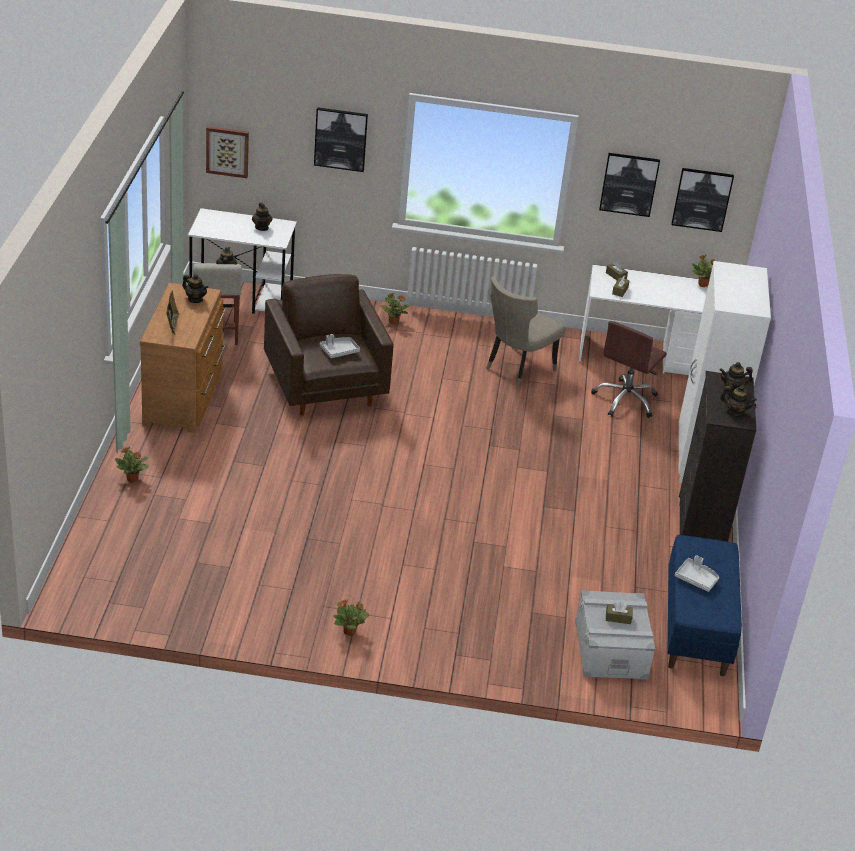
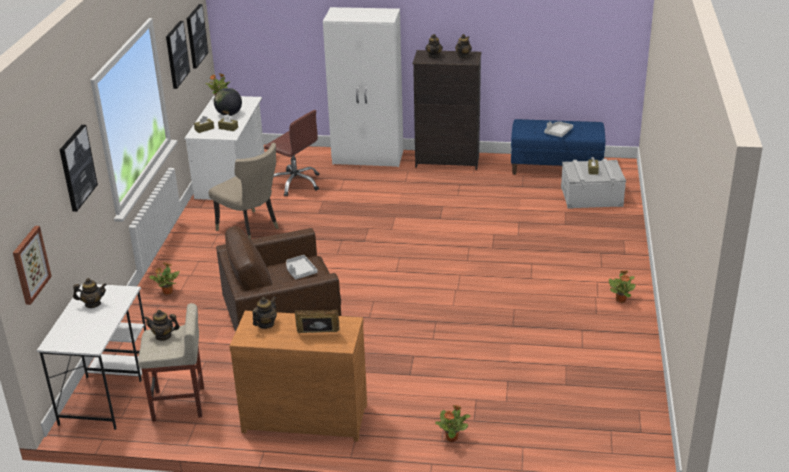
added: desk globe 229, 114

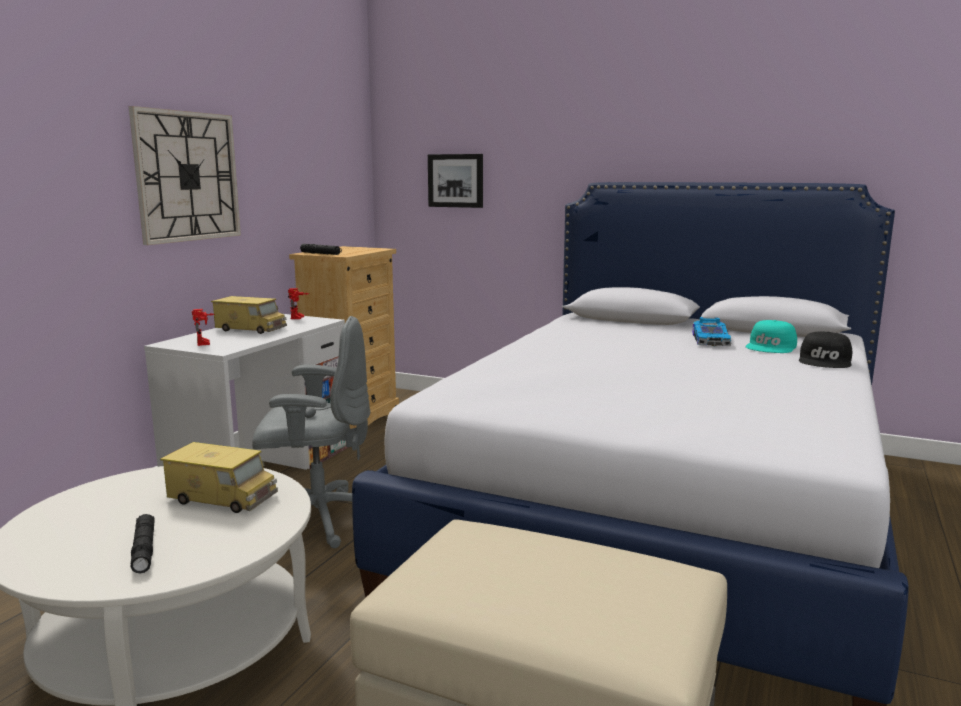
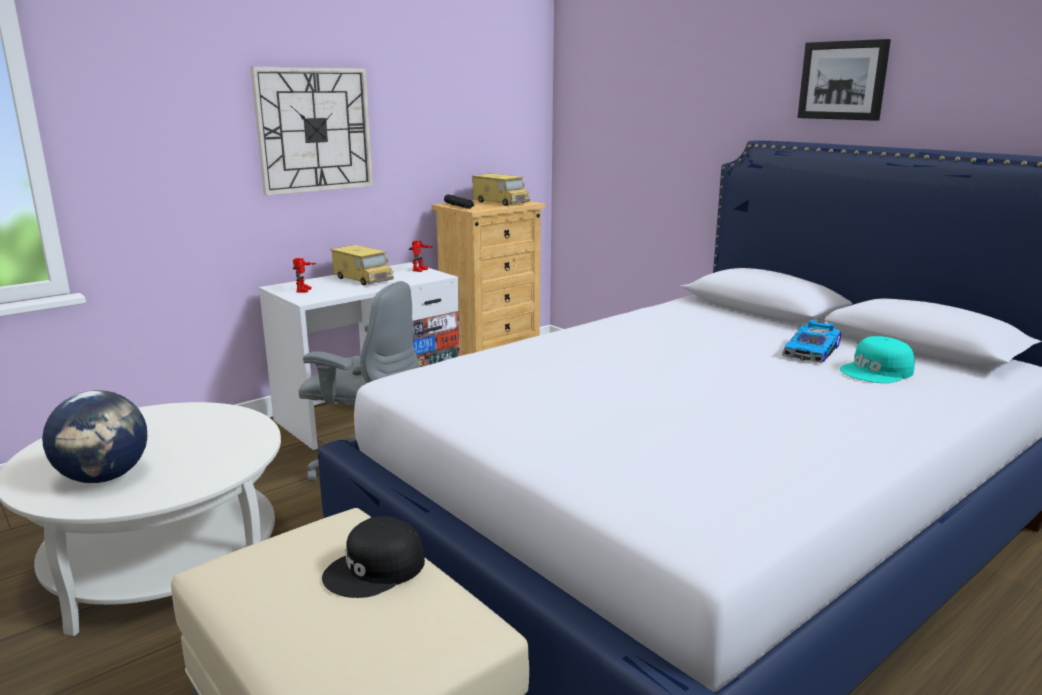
moved: model truck 222, 498 to 501, 202; wall picture 456, 180 to 843, 80; black-coloured cap 826, 360 to 376, 569
replaced: black-coloured torch 144, 549 to desk globe 105, 477

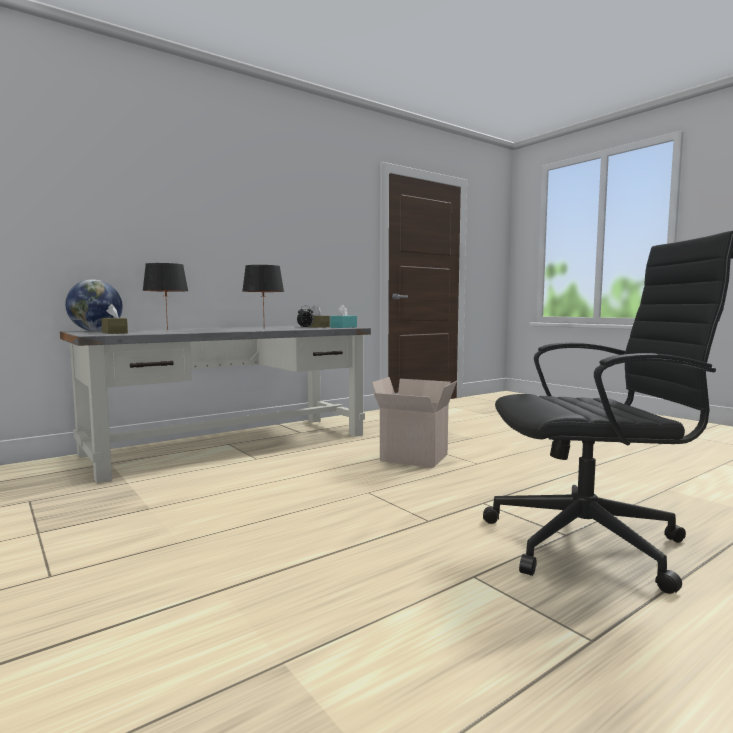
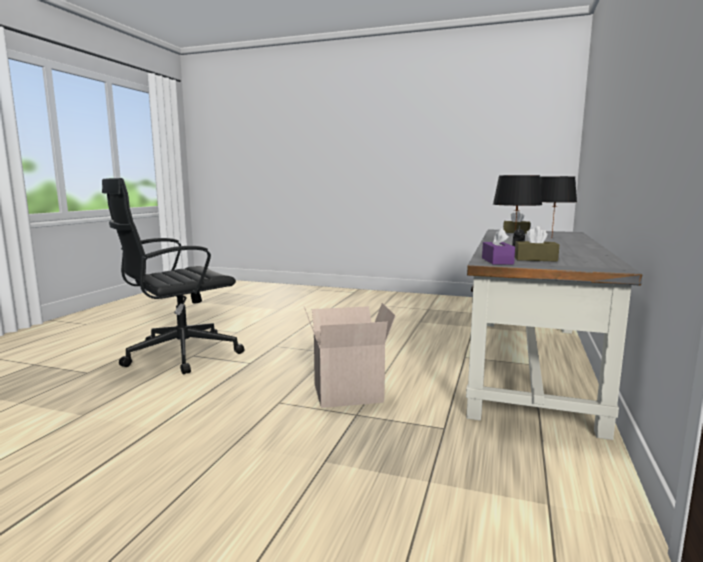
removed: desk globe 95, 331
recoloured: turquoise-coloured tissue holder 343, 327 to purple-coloured tissue holder 497, 261

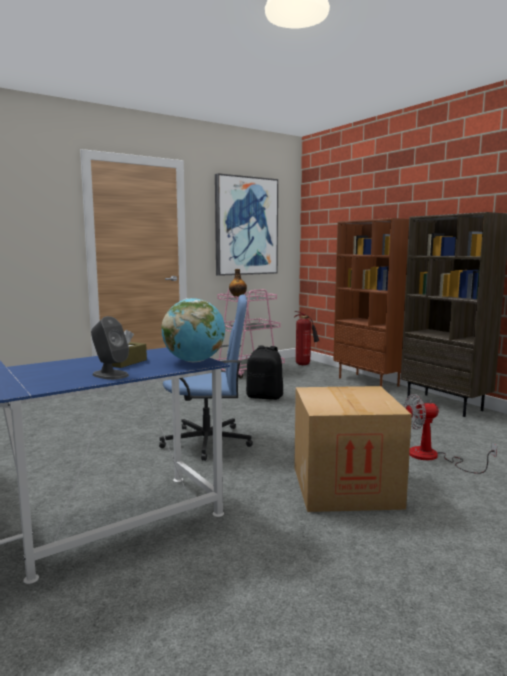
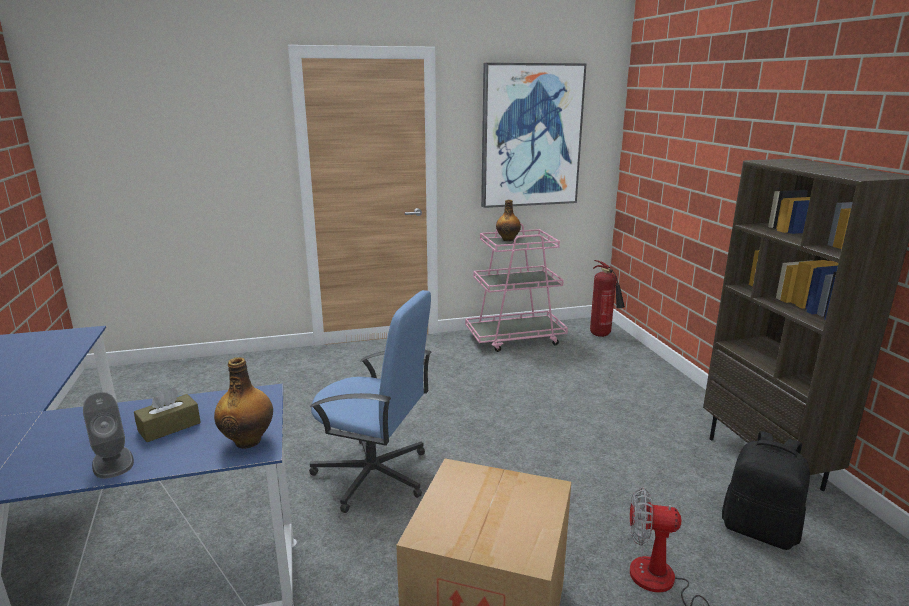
removed: brown-coloured shelving unit 369, 382
moved: black-coloured knapsack 265, 397 to 759, 529
replaced: desk globe 194, 361 to beverage bottle 248, 440

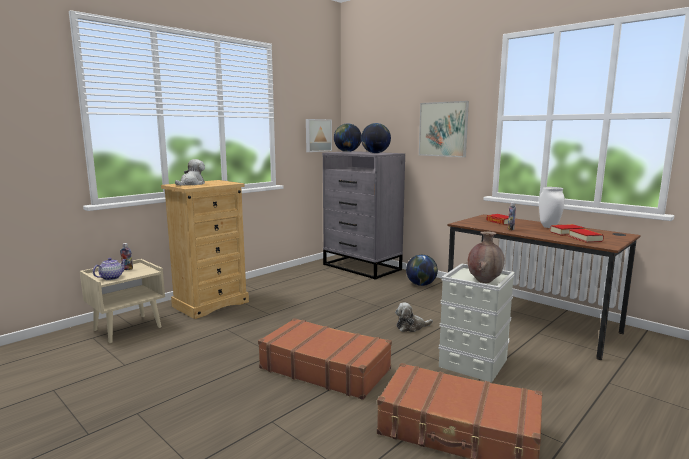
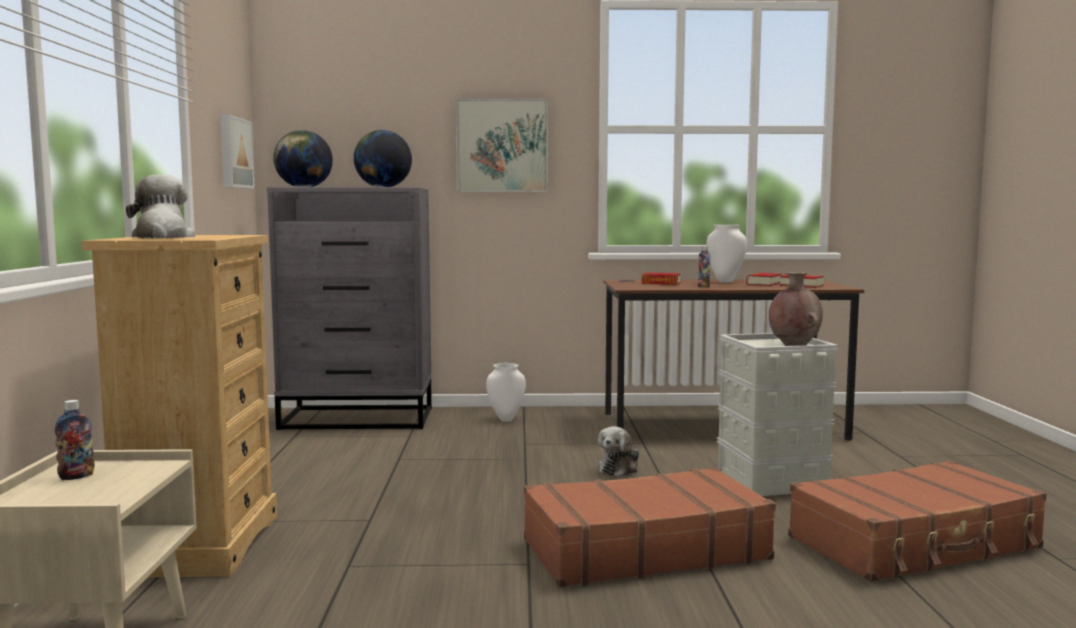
removed: tea pot 111, 278
replaced: desk globe 421, 284 to whitish decorative vase 506, 419

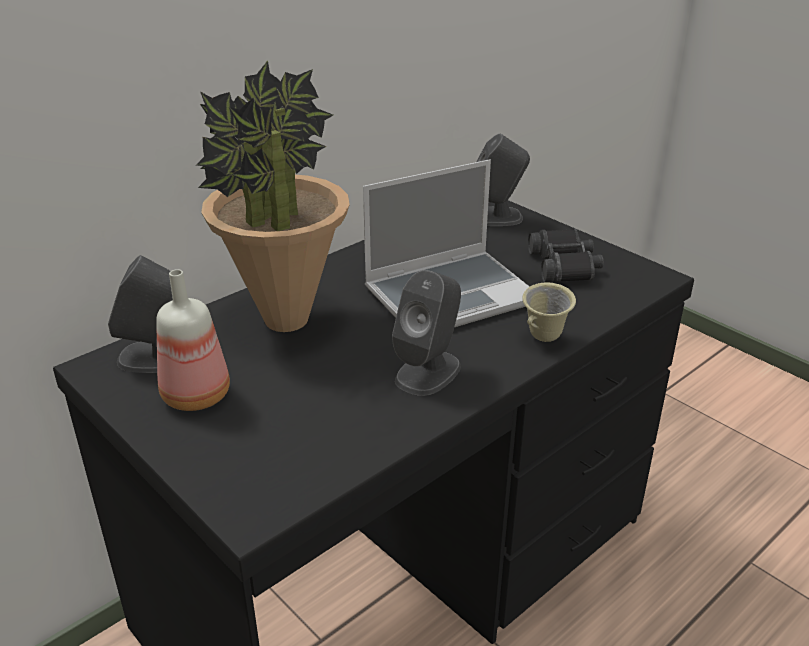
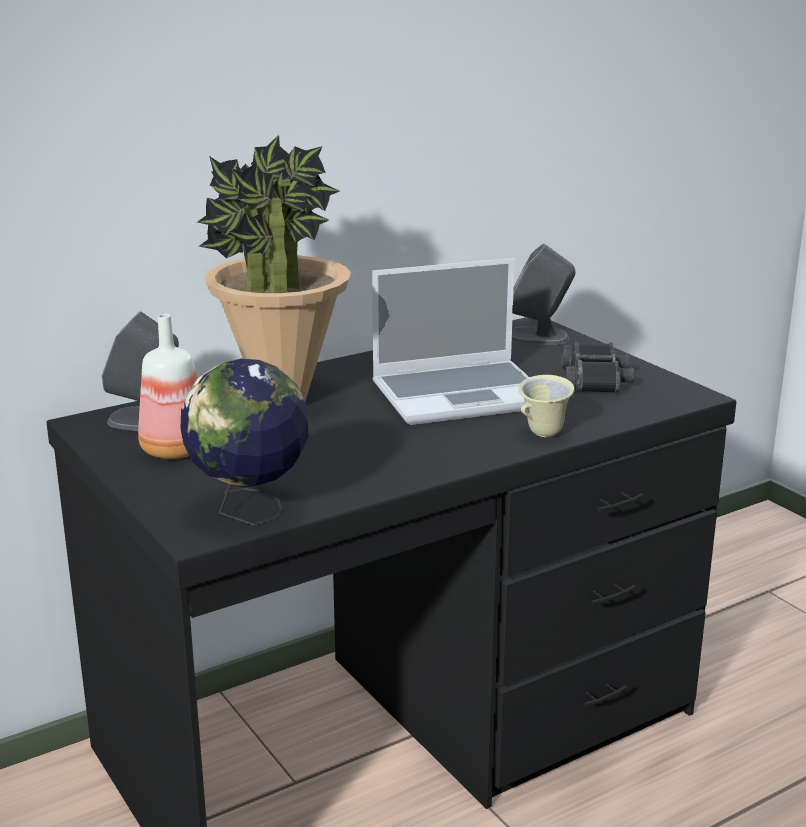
removed: grey loudspeaker 428, 372
added: desk globe 250, 511

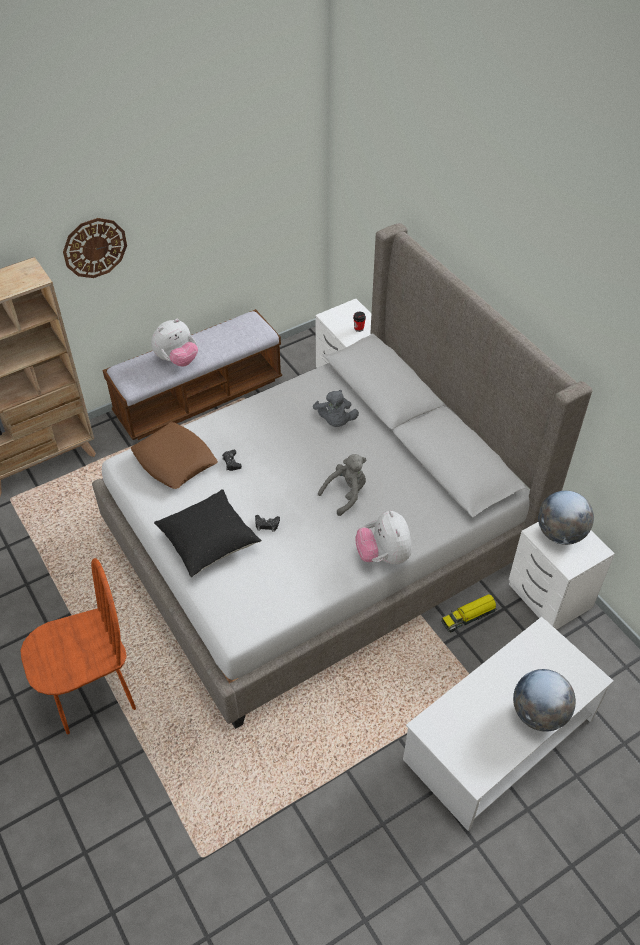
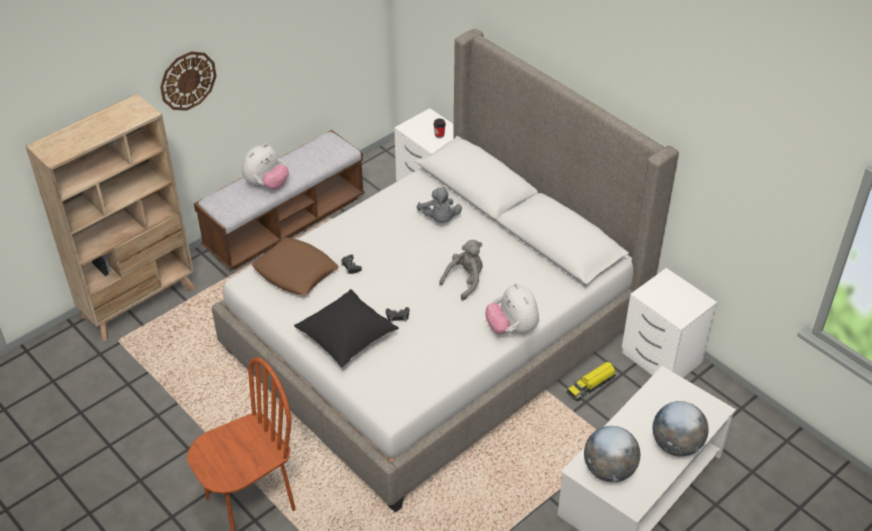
moved: desk globe 560, 533 to 609, 470

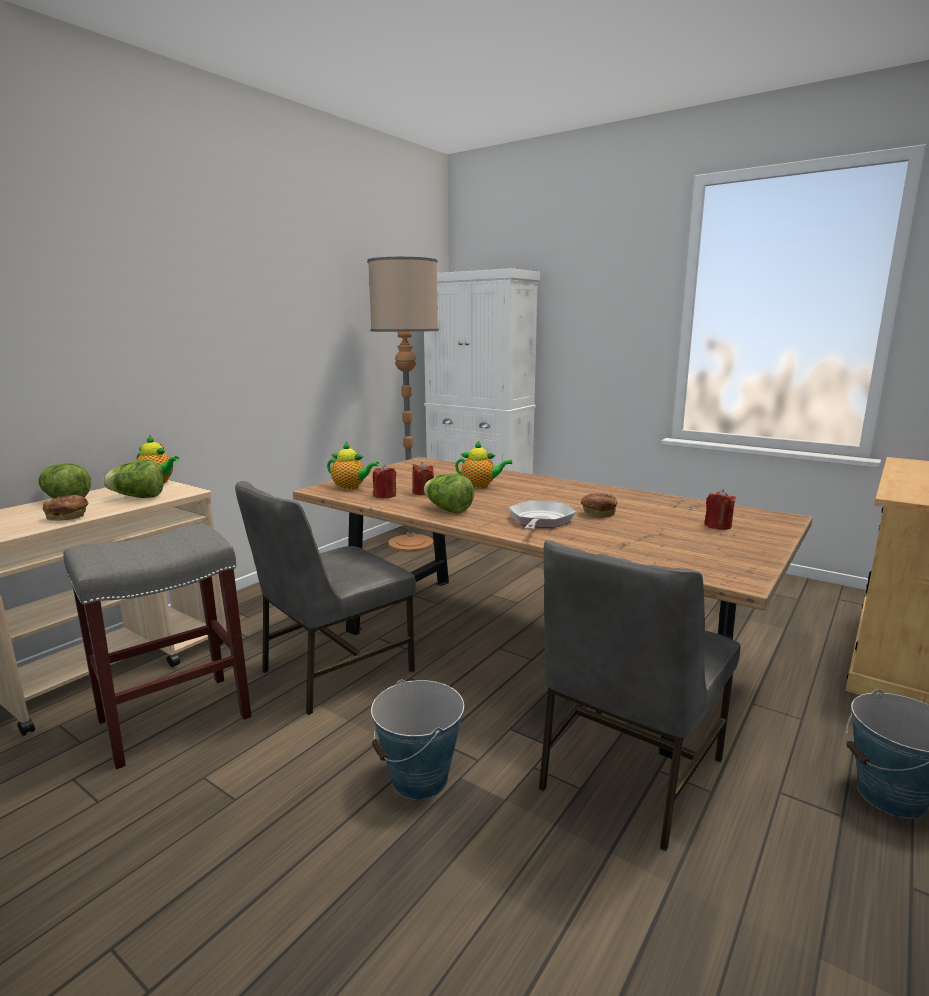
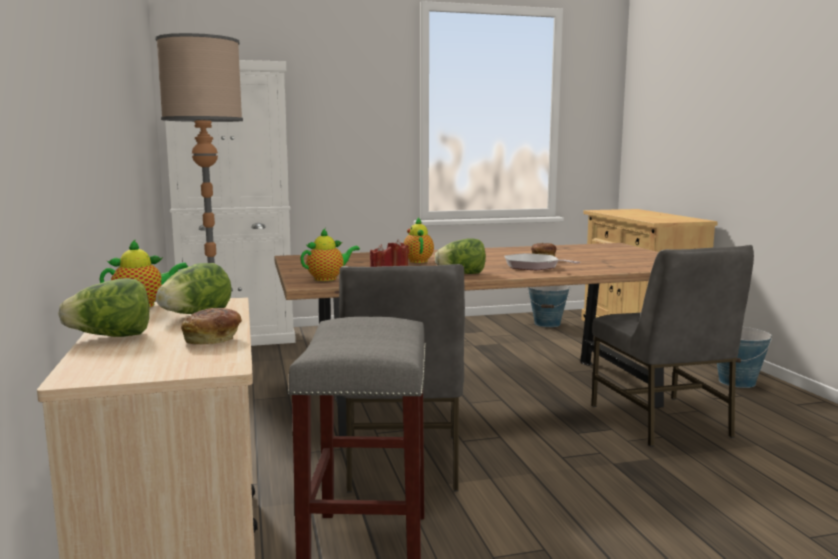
removed: reddish wax light 717, 526
moved: water bucket 420, 779 to 547, 324
turned: tea pot 480, 486 = 418, 261 60 degrees counterclockwise

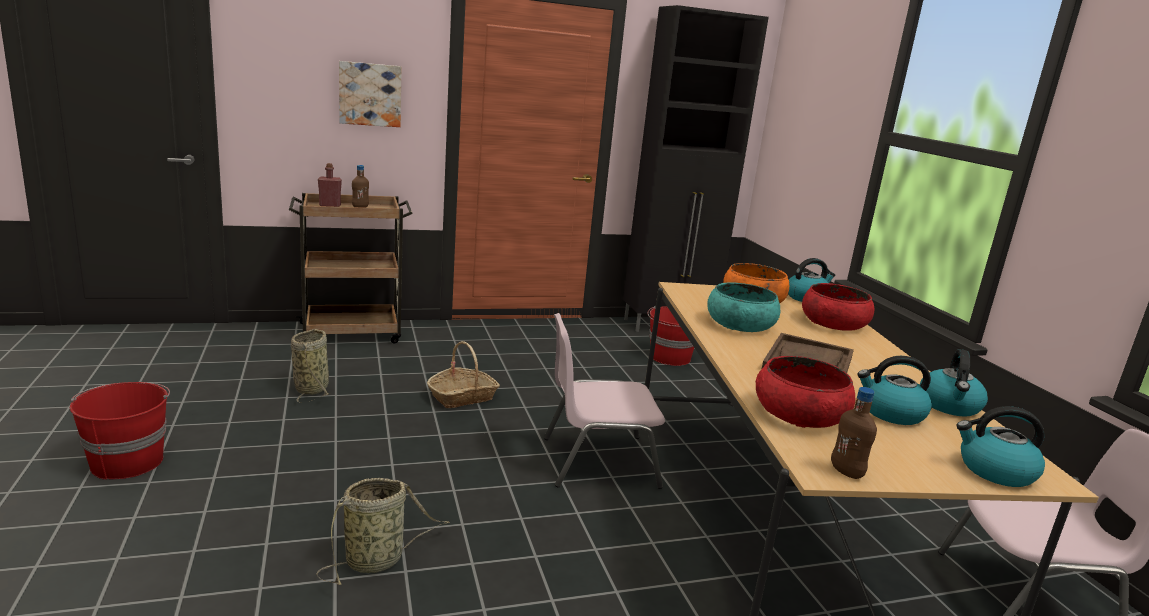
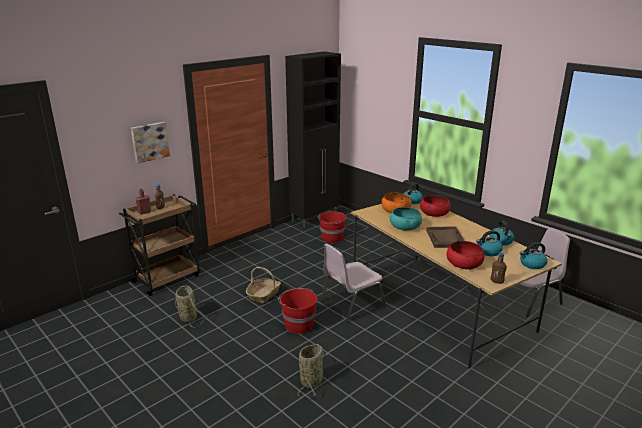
moved: reddish water bucket 127, 461 to 298, 324

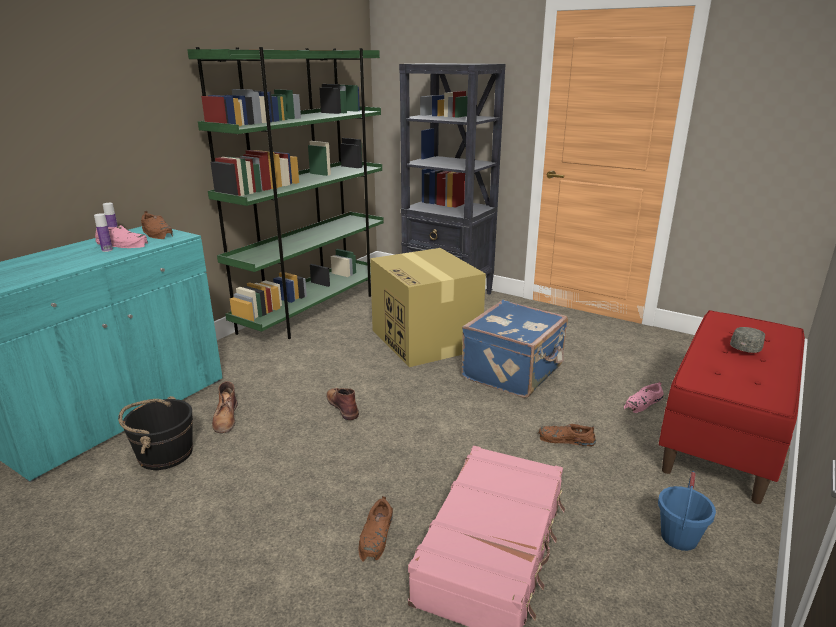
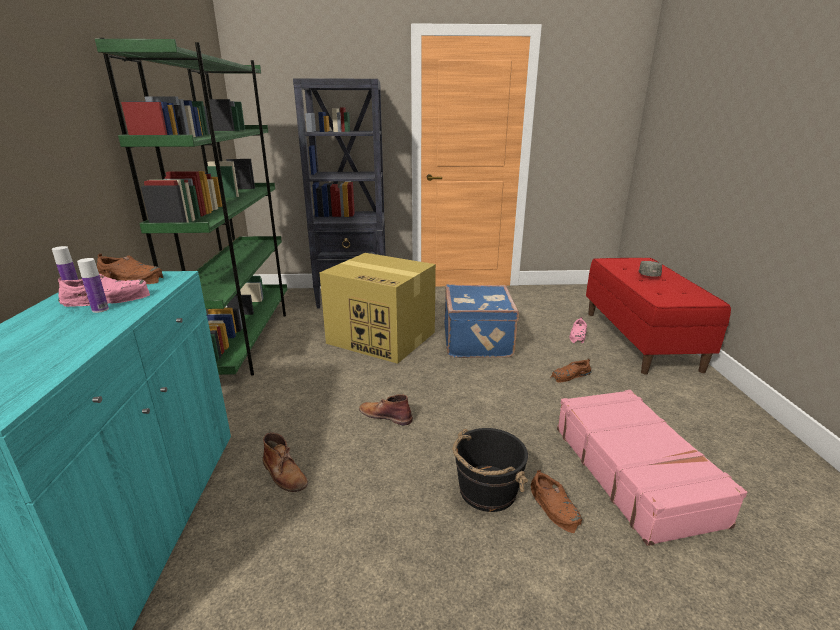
removed: bluish water bucket 678, 537
moved: black-coloured water bucket 164, 454 to 486, 490

